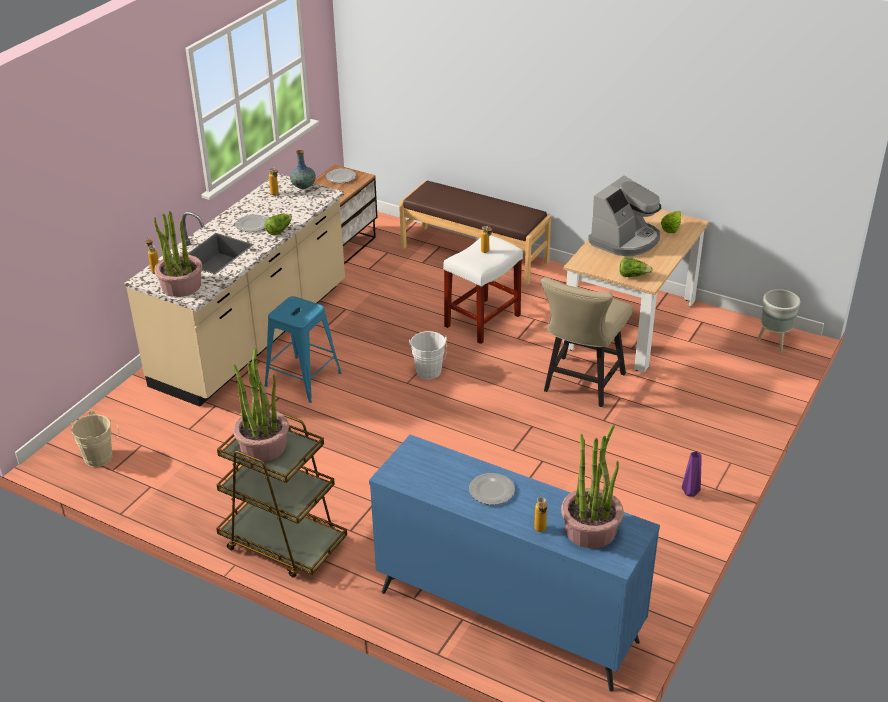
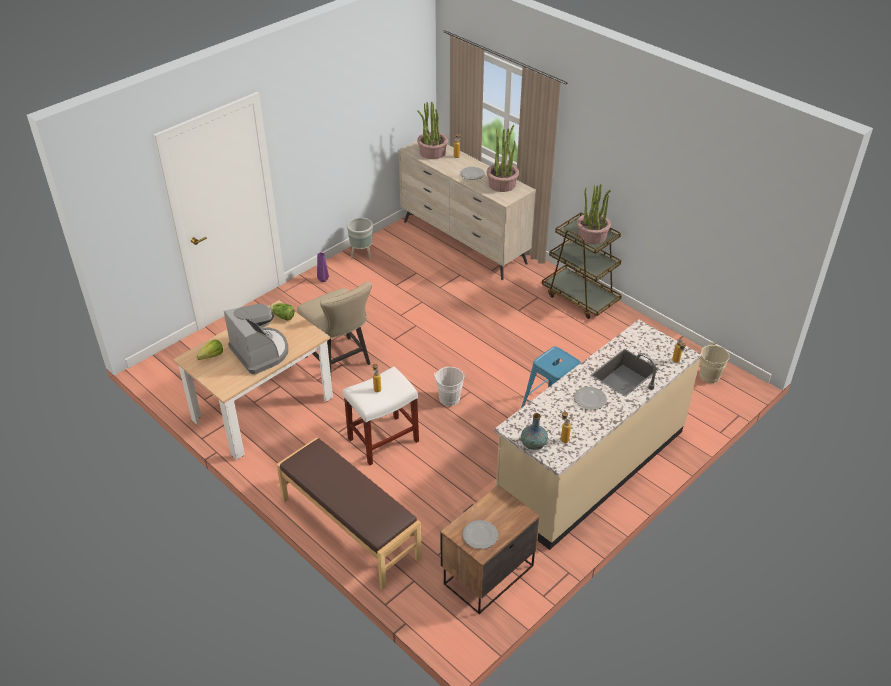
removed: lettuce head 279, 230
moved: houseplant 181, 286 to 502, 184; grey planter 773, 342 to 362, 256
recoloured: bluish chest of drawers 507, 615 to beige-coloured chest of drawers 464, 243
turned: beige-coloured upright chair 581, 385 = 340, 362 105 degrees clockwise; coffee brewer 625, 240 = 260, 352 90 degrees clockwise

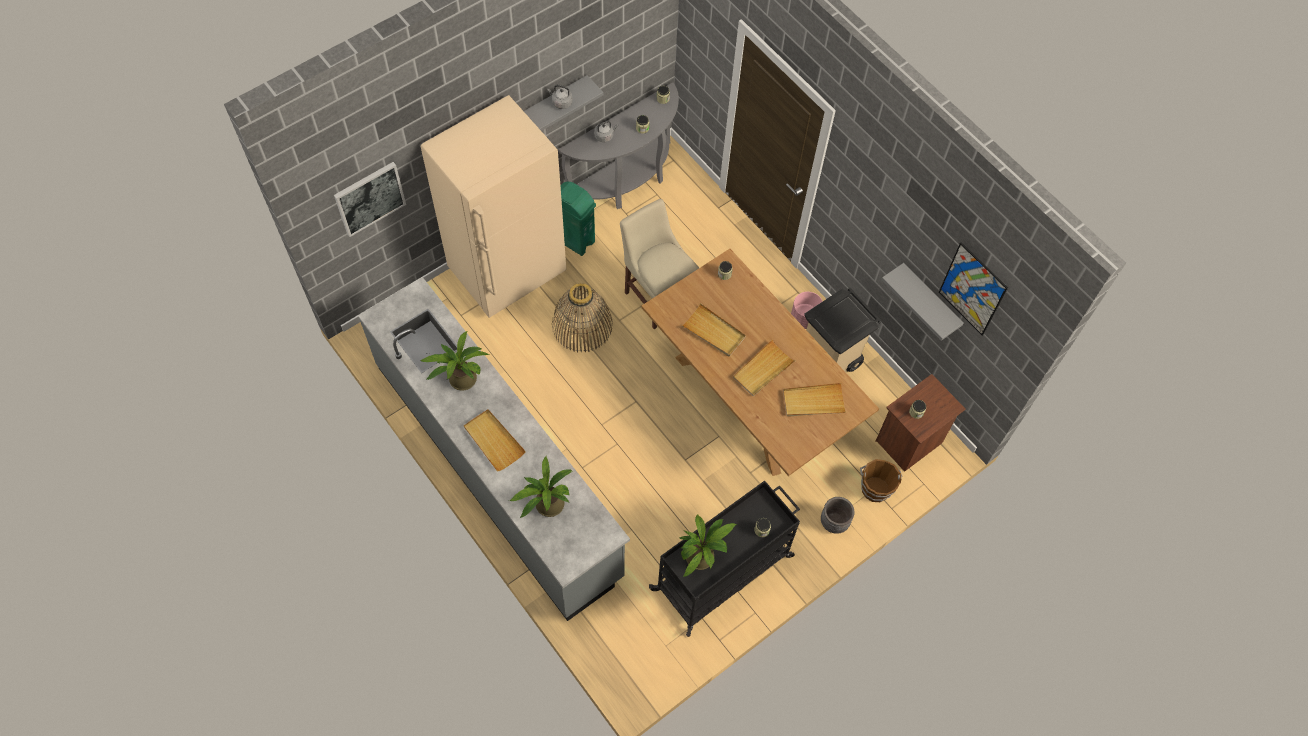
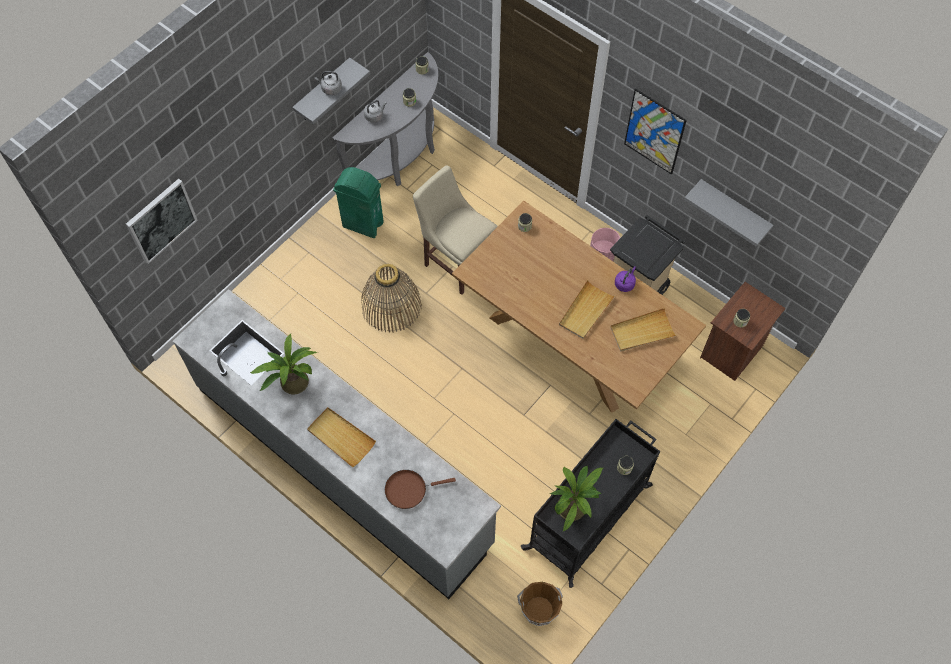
removed: beige-coloured refrigerator 508, 273; beige-coloured carrying tray 714, 332; grey planter 834, 522
added: purple-coloured water kettle 625, 283
moved: brown-coloured water bucket 875, 488 to 538, 609; wall picture 972, 289 to 654, 132
replaced: houseplant 546, 504 to brown-coloured pan 409, 489

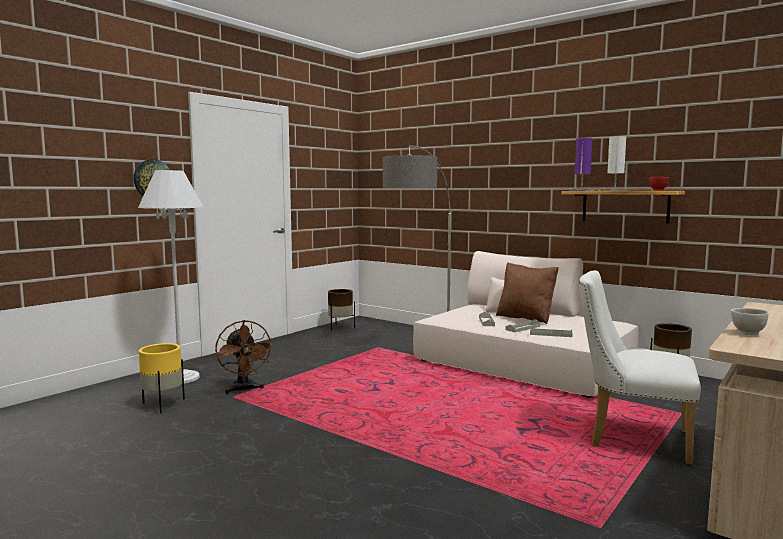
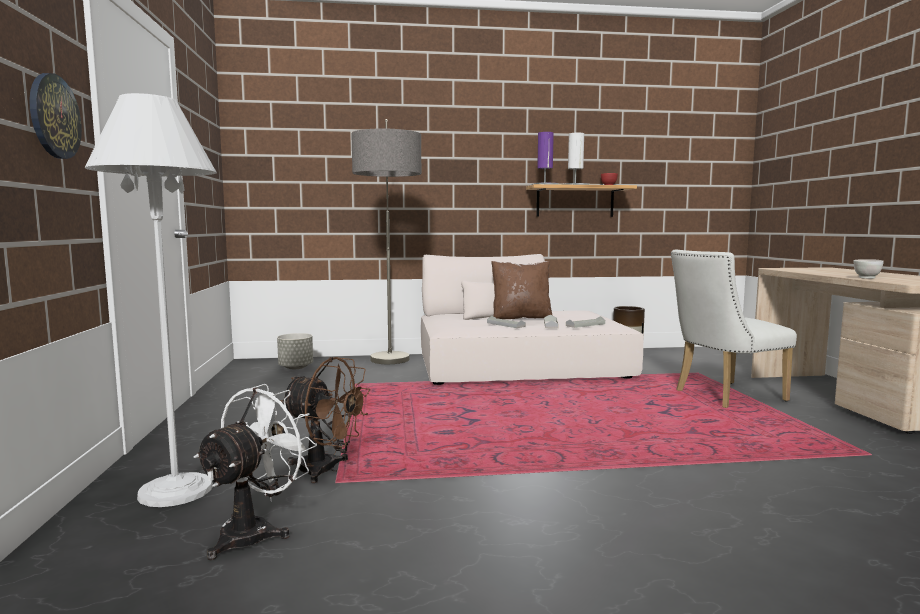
removed: brown-coloured planter 340, 327
added: grey planter 296, 367
replaced: yellow planter 162, 404 to whitish fan 255, 531

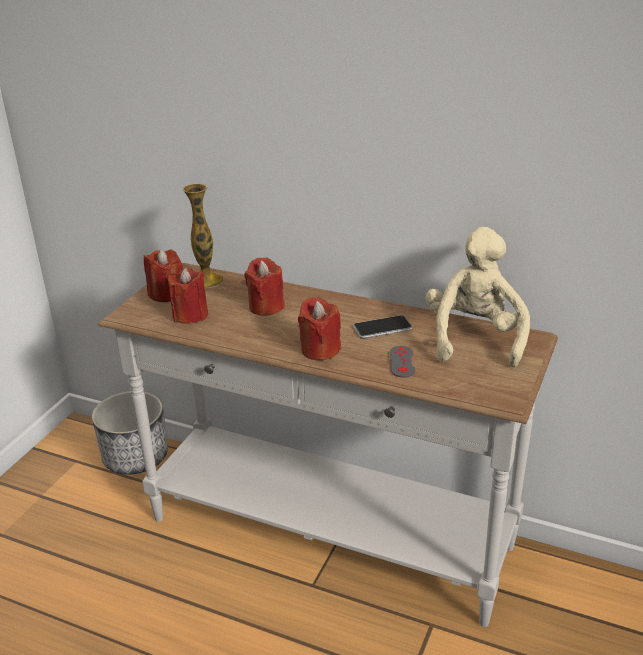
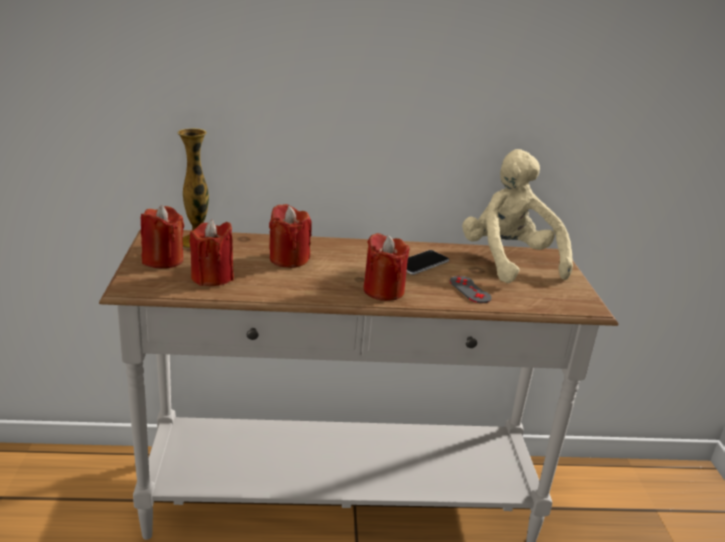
removed: planter 135, 457

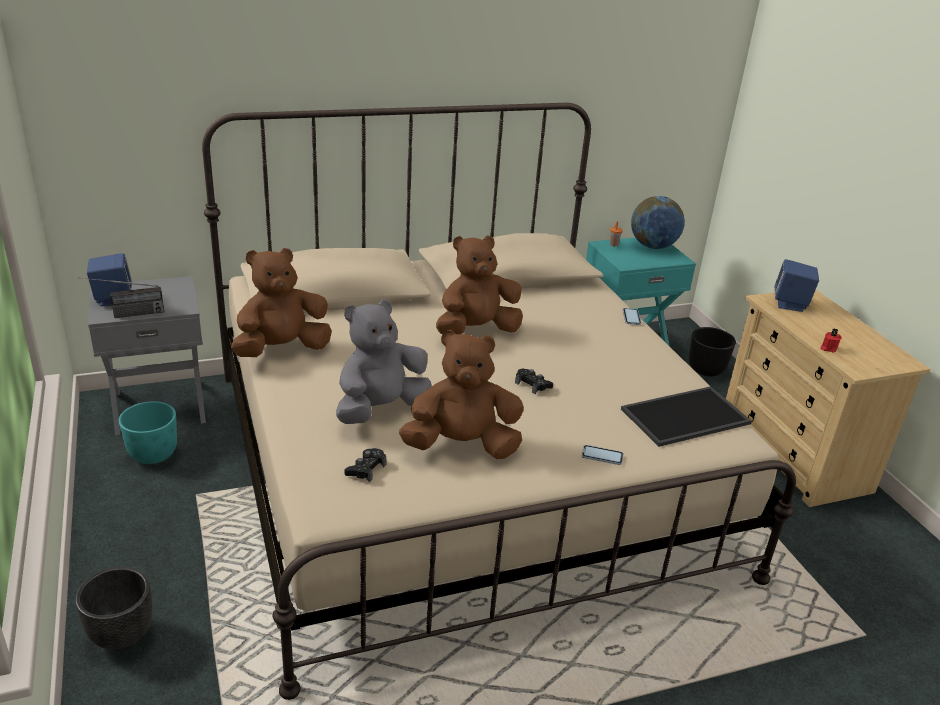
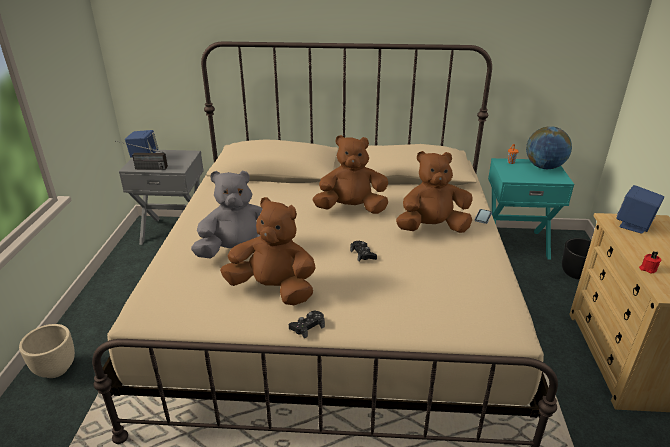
removed: turquoise-coloured planter 152, 455; handset 602, 456; carrying tray 685, 418
moved: brown-coloured plush toy 282, 349 to 432, 228; black-coloured gamepad 366, 469 to 307, 327
recoloured: black-coloured planter 121, 635 to beige-coloured planter 56, 369

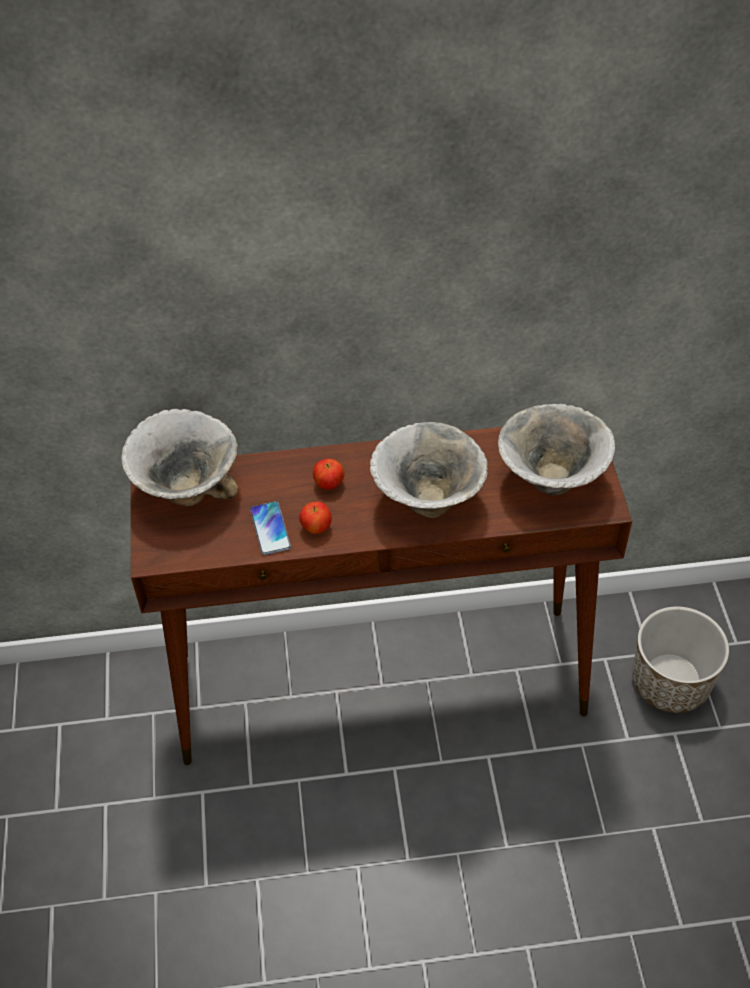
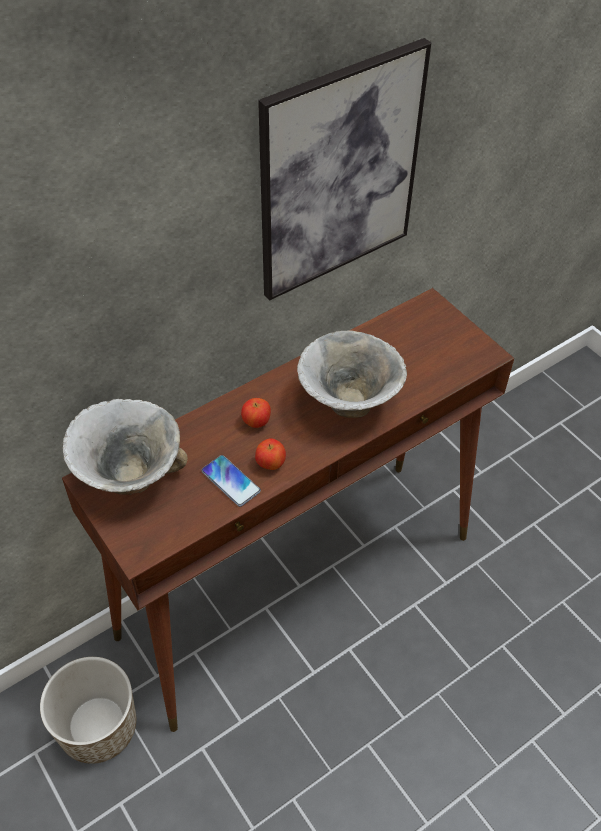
removed: deep dish 550, 481
added: wall picture 339, 173
moved: planter 670, 682 to 98, 727

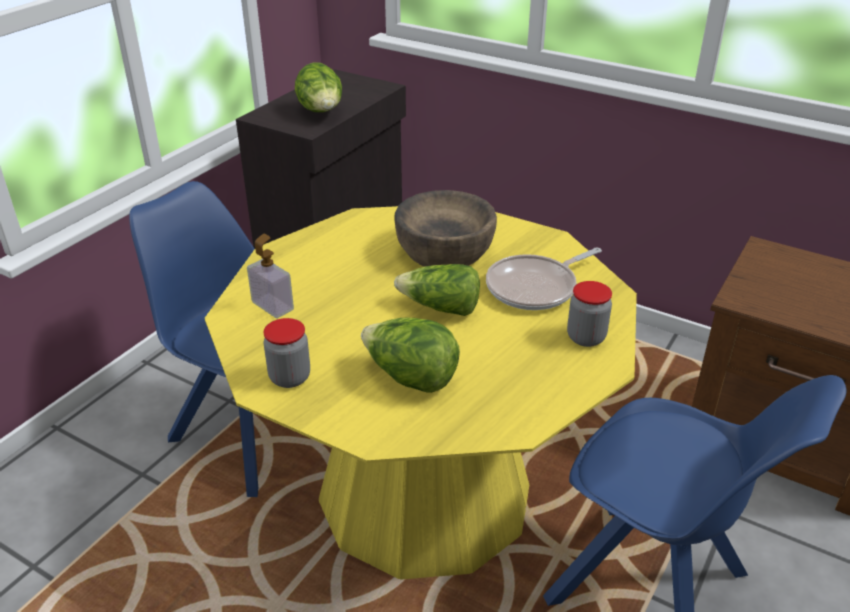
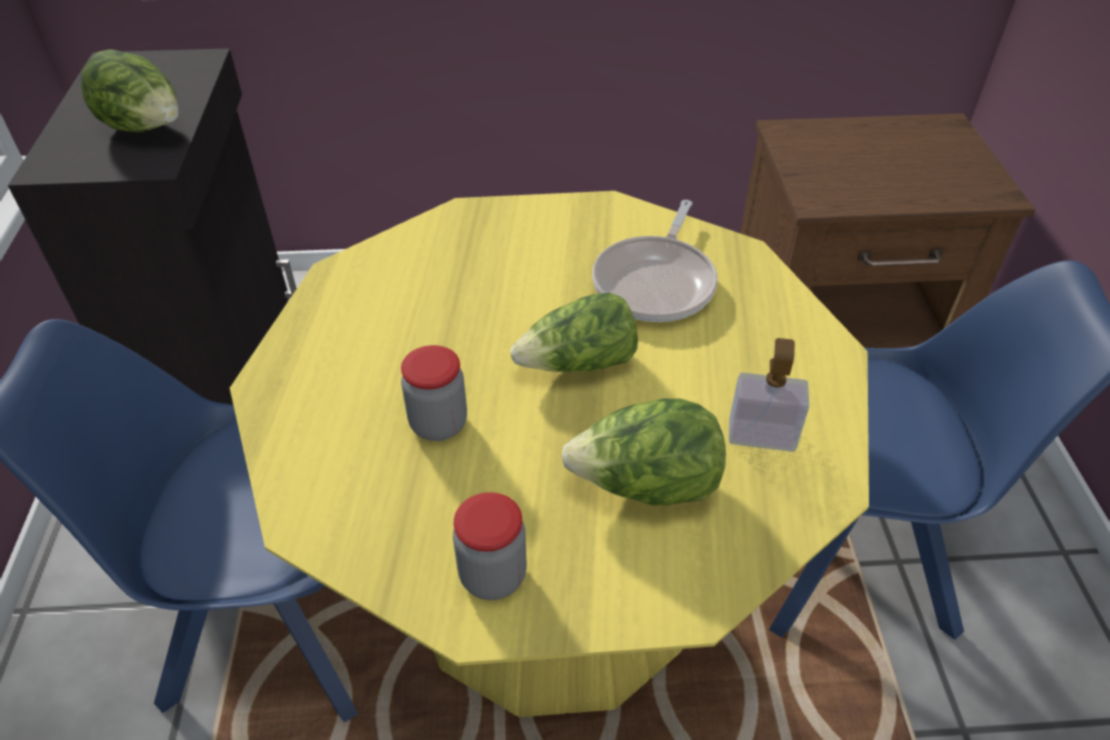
removed: brown-coloured deep dish 444, 251
moved: liquid soap bottle 272, 306 to 761, 435; preserve jar 586, 337 to 438, 424

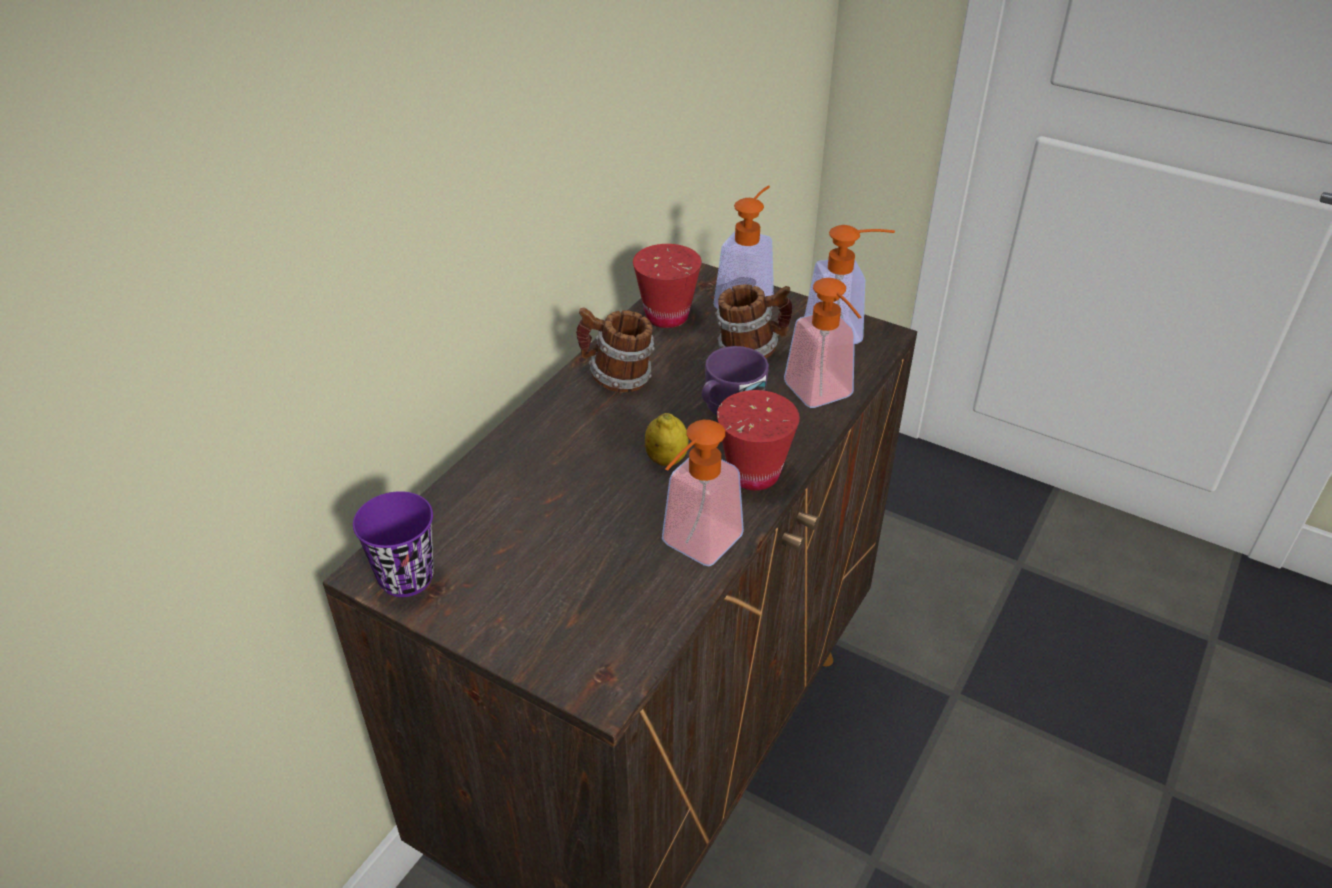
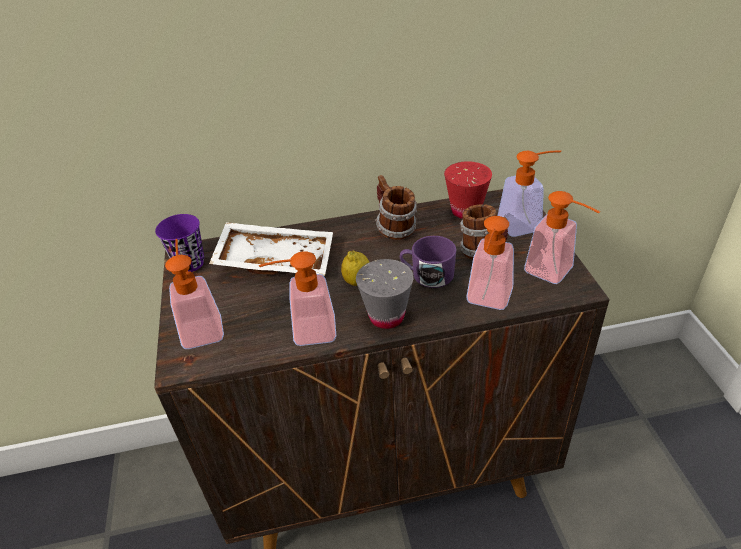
added: liquid soap bottle 201, 326; whitish carrying tray 276, 259
recoloured: reddish drinking cup 754, 474 to grey drinking cup 386, 317

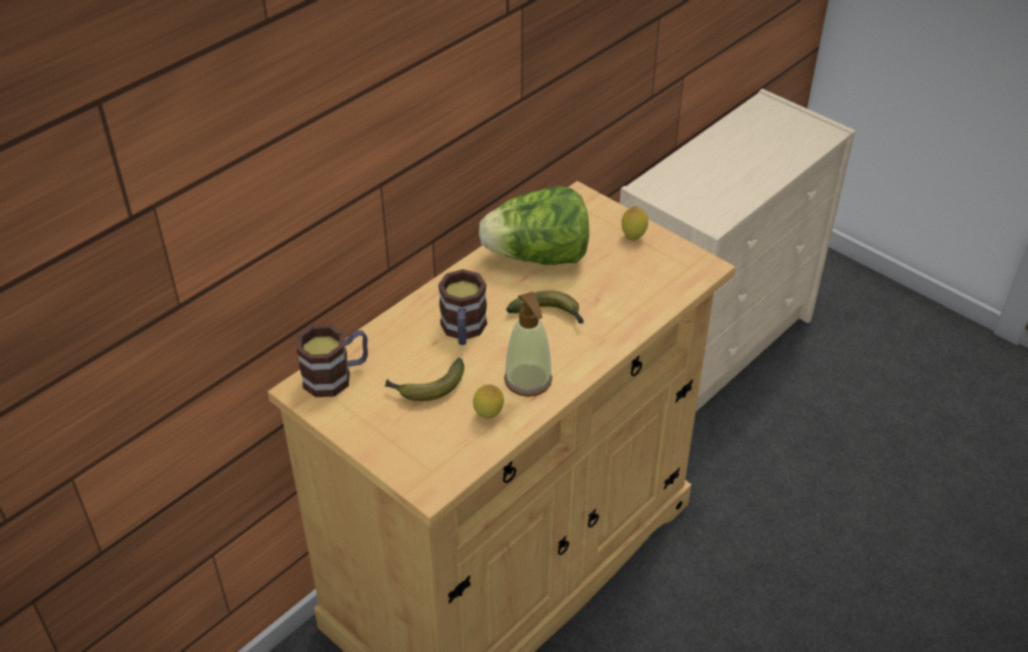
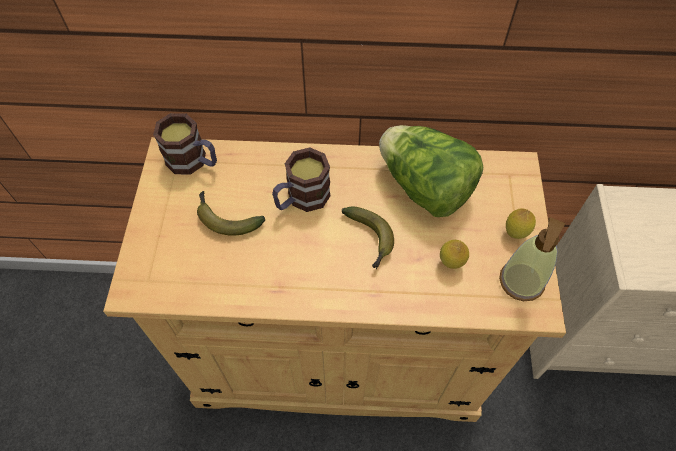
moved: citrus fruit 488, 416 to 450, 263; liquid soap bottle 528, 380 to 521, 281

